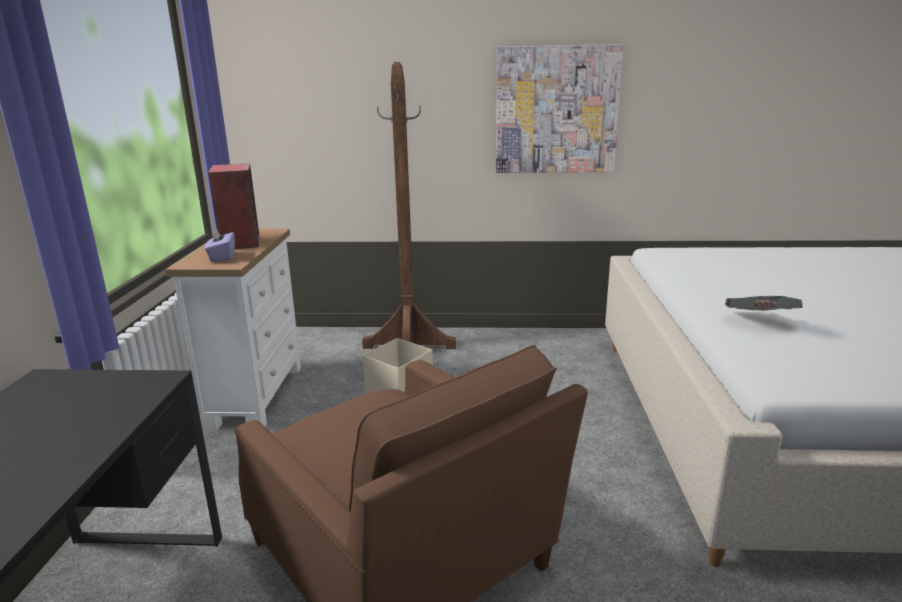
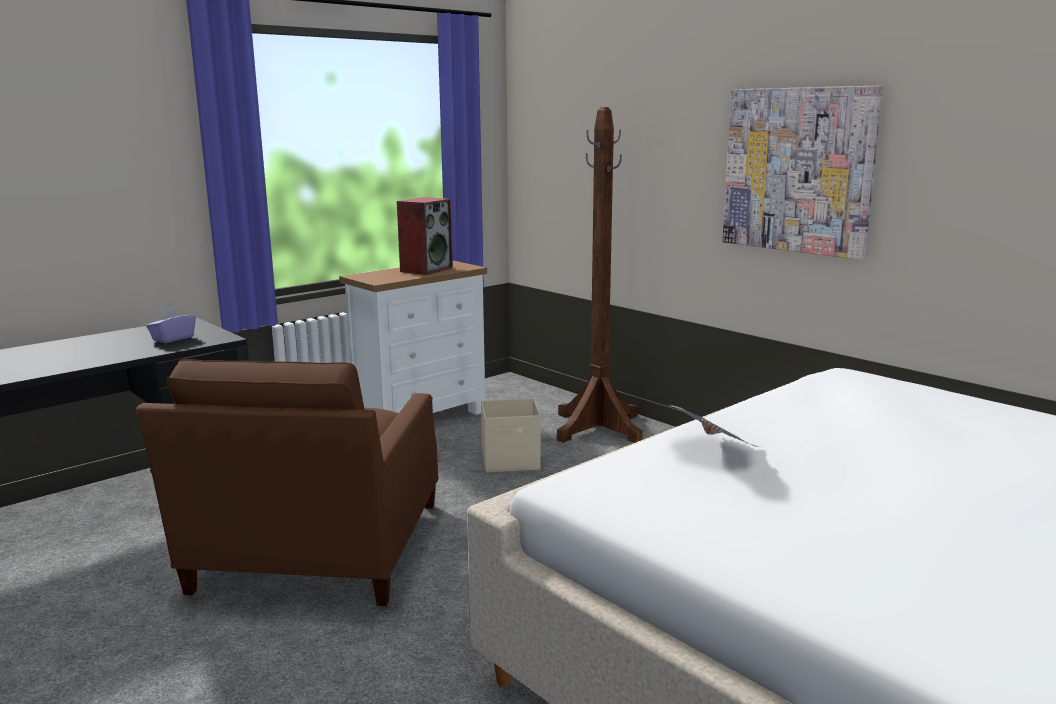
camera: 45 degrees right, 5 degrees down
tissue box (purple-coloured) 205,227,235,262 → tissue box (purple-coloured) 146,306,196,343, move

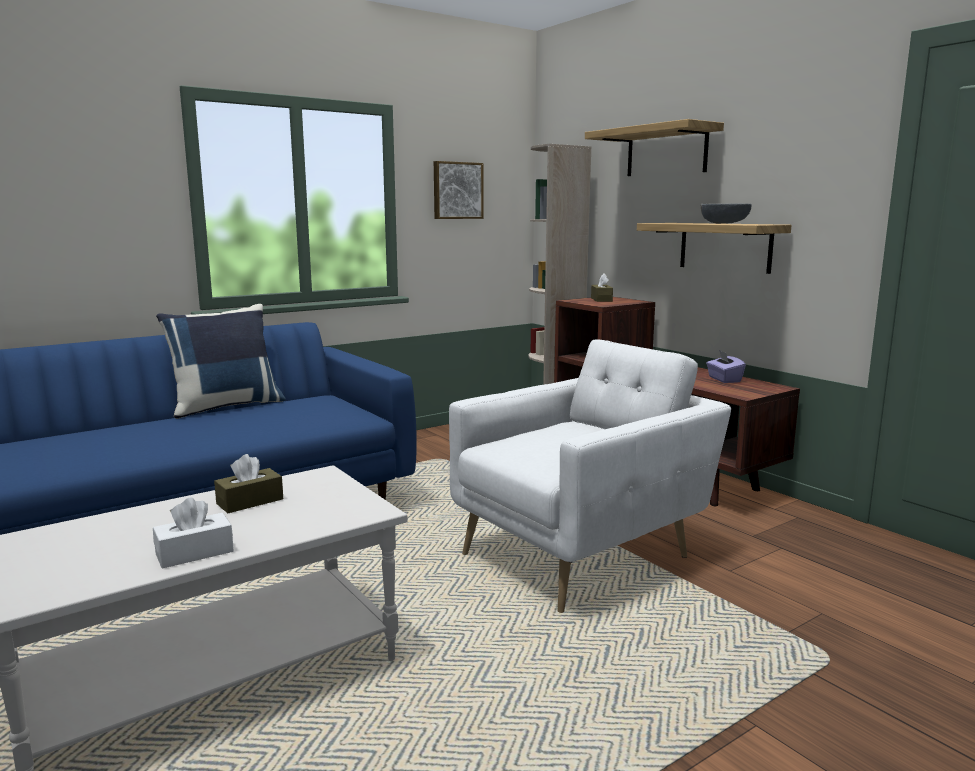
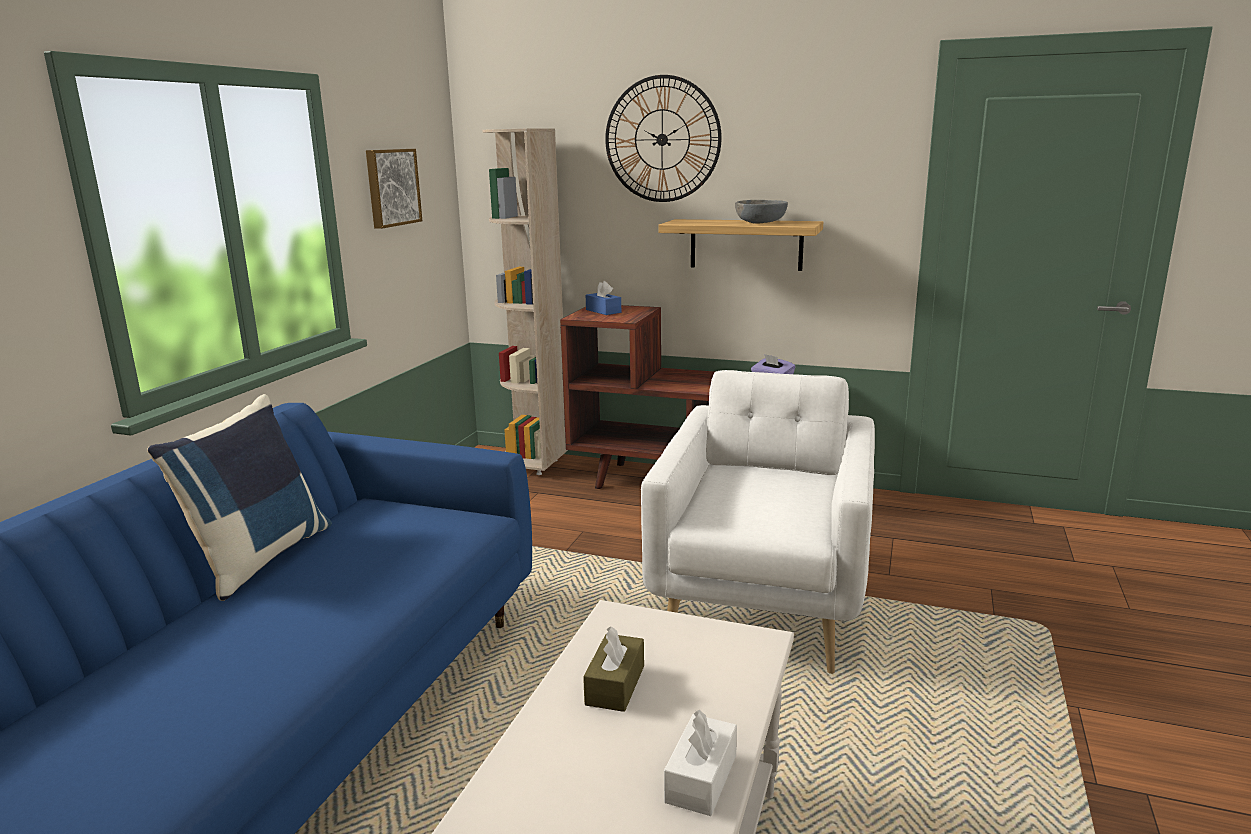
camera: 35 degrees left, 5 degrees up
shelf 585,119,724,176 → hanging clock 605,75,722,202
tissue box (brownish) 591,273,613,302 → tissue box (bluish) 586,281,621,315

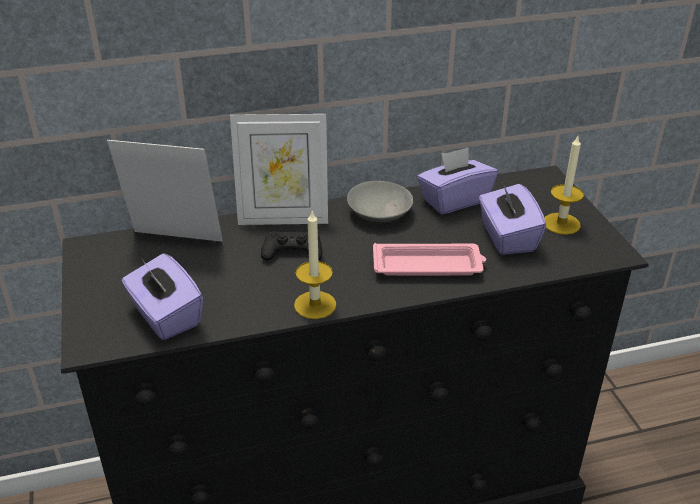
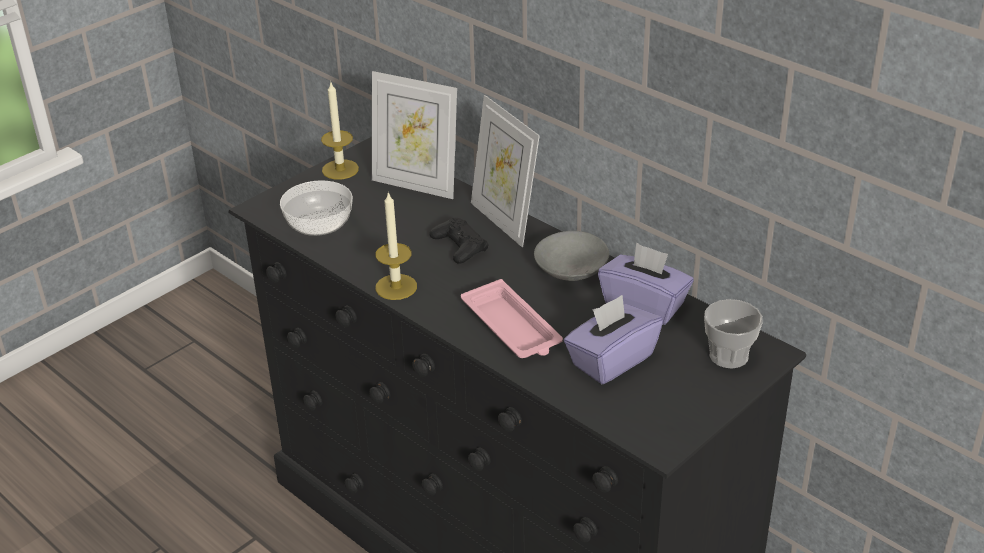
camera: 60 degrees right, 0 degrees up
- → cup 704,299,763,368
candle 544,136,584,235 → candle 321,82,359,180, move
tissue box (purple-coloured) 122,253,203,340 → deep dish 280,180,353,236
photo frame 107,140,223,242 → photo frame 372,71,457,199, 135 degrees clockwise

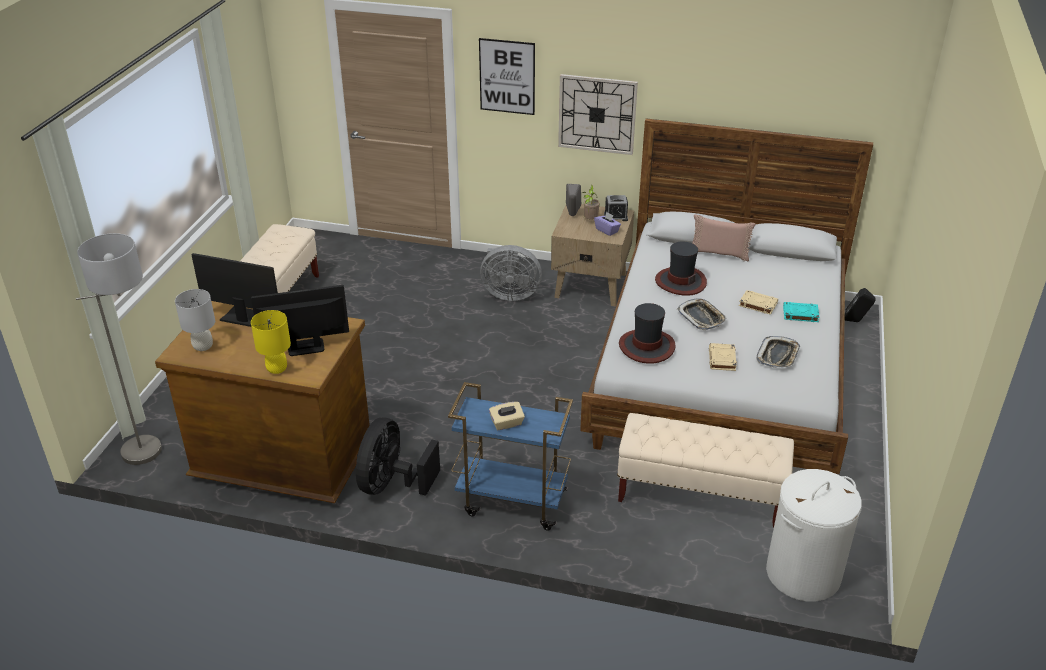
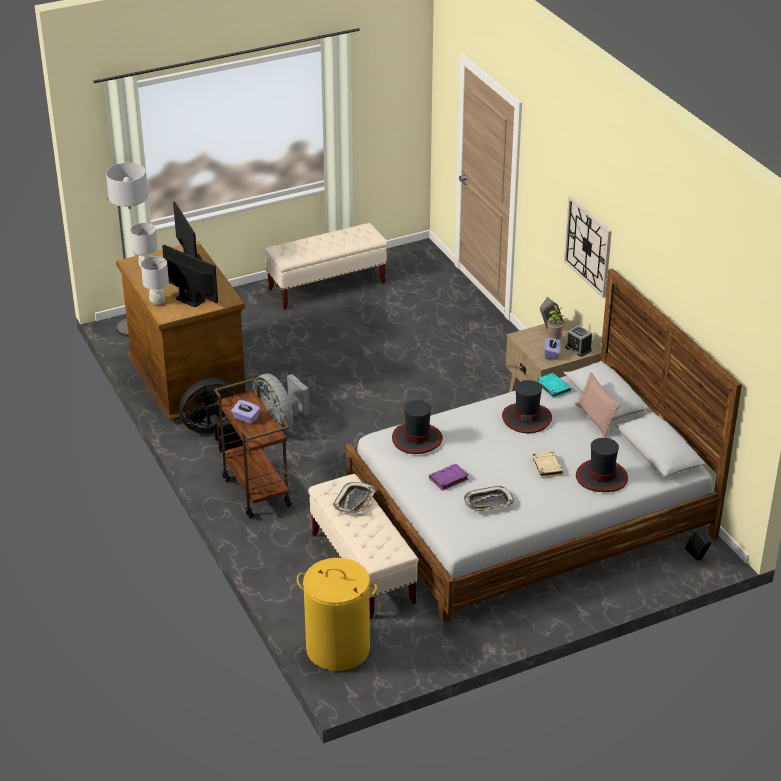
camera: 50 degrees right, 0 degrees up
wall art 479,38,535,115 → -
- → wearable hat 576,438,628,492
cooling fan (grey) 480,245,542,301 → cooling fan (grey) 253,374,309,432, move
serving tray 677,298,727,330 → serving tray 334,482,376,513, move
volume (blue-green) 783,302,820,322 → volume (blue-green) 536,373,571,398, move
tabletop lamp (yellowish) 251,310,291,374 → tabletop lamp (grey) 141,257,169,305
cart (bluish) 448,382,573,531 → cart (brownish) 214,378,293,519
tissue box (beige) 489,402,525,430 → tissue box (purple-coloured) 231,400,260,424
volume (beige) 709,343,737,371 → volume (purple-coloured) 429,464,469,491
laundry basket (white) 766,469,862,602 → laundry basket (yellowish) 297,558,377,671

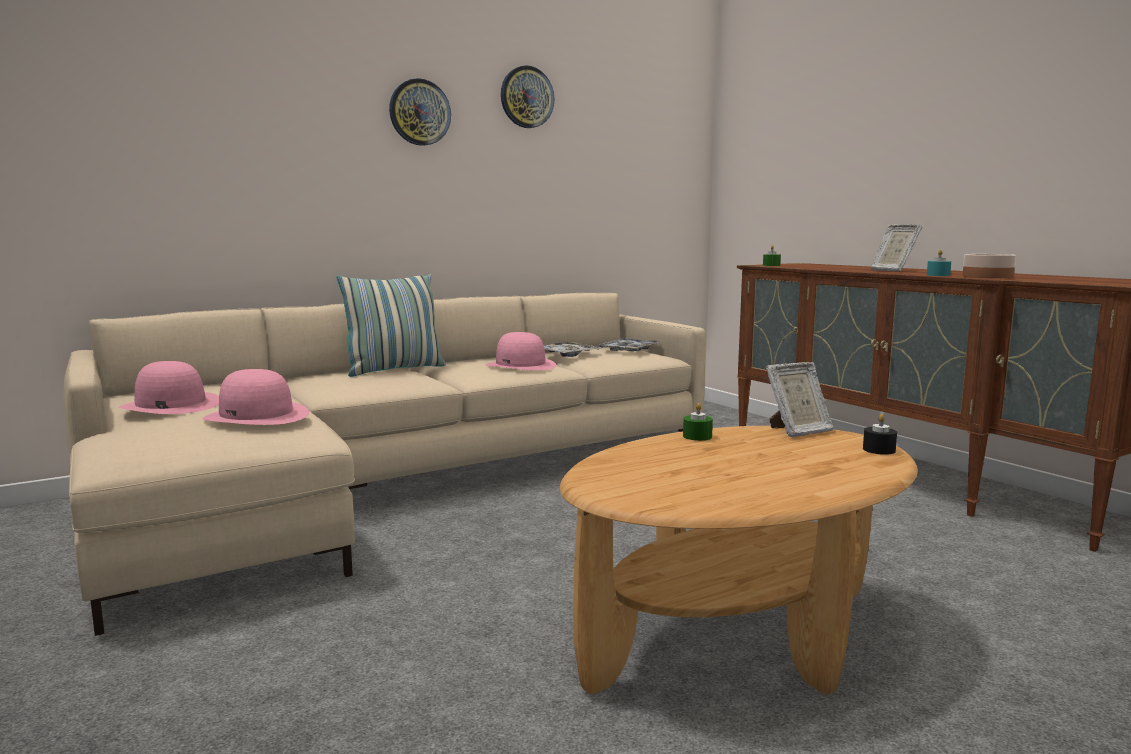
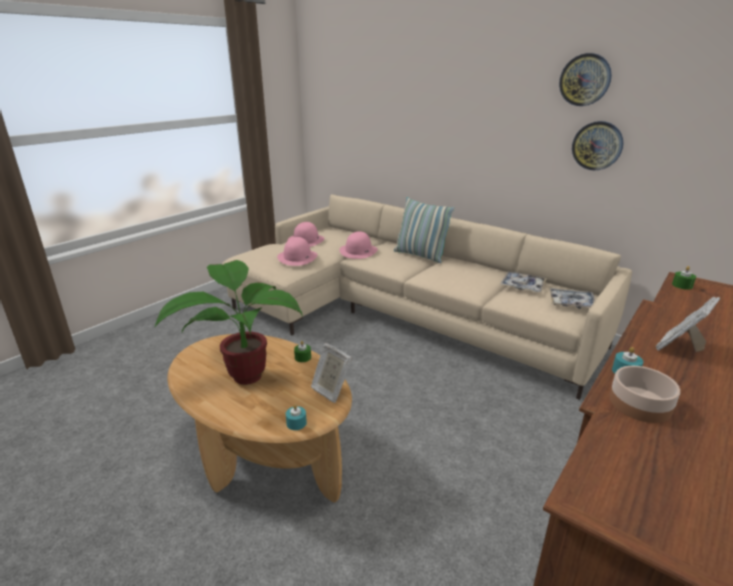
camera: 70 degrees right, 15 degrees up
- → houseplant 155,260,302,385
hanging clock 389,78,451,146 → hanging clock 572,121,623,170, move
wearable hat (pink-coloured) 485,332,557,371 → wearable hat (pink-coloured) 339,231,378,259, move
candle (black) 863,414,897,455 → candle (blue-green) 286,404,307,430

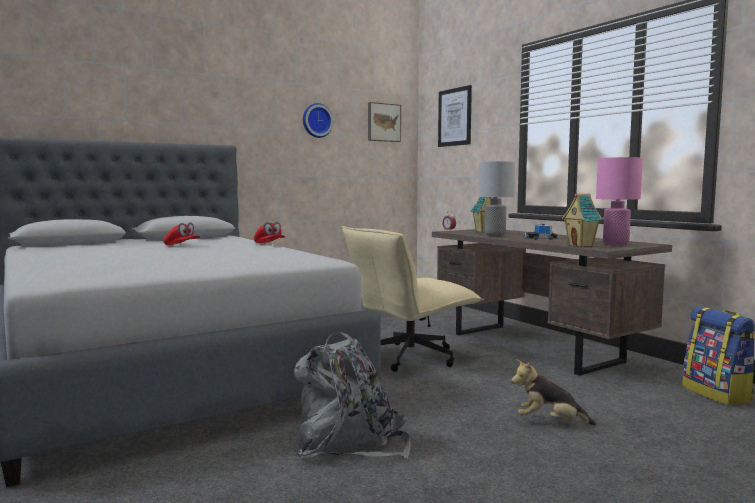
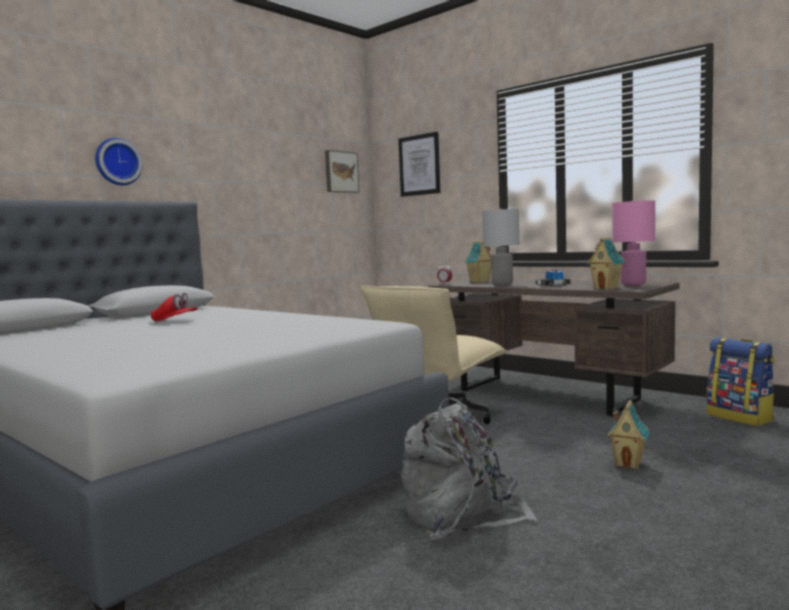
camera: 15 degrees left, 0 degrees up
baseball cap (red) 254,222,285,243 → -
hanging clock 303,103,333,138 → hanging clock 95,138,142,185, move
plush toy 511,359,596,425 → miniature house 607,400,650,469

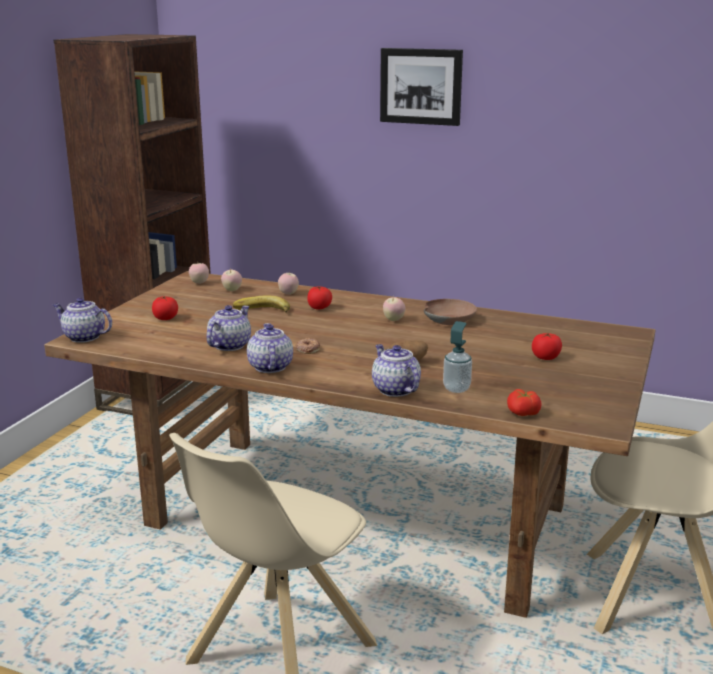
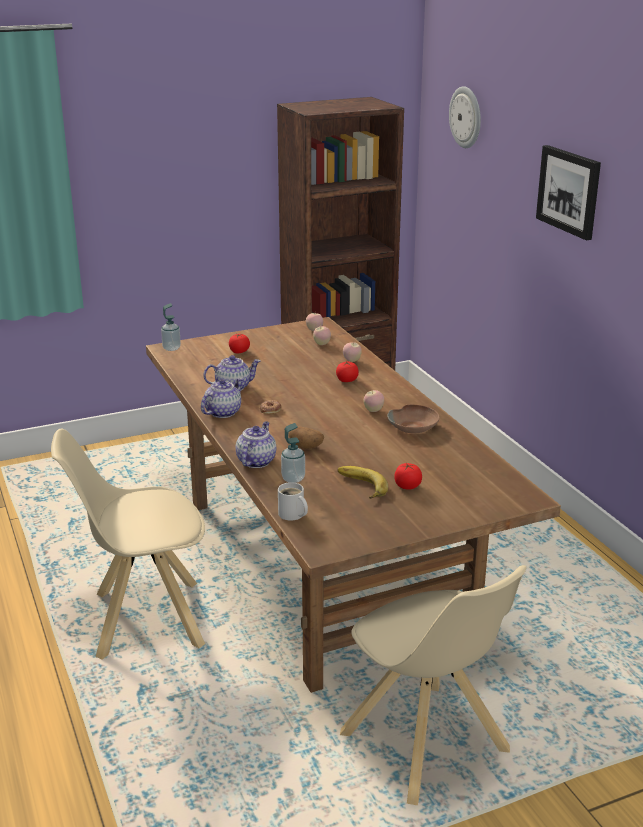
camera: 45 degrees right, 5 degrees up
- → hanging clock 449,86,481,148
banana fruit 233,295,290,313 → banana fruit 337,466,388,499, move
tea pot 53,298,112,343 → soap bottle 161,303,181,351
tomato 507,389,542,416 → mug (white) 278,482,308,521

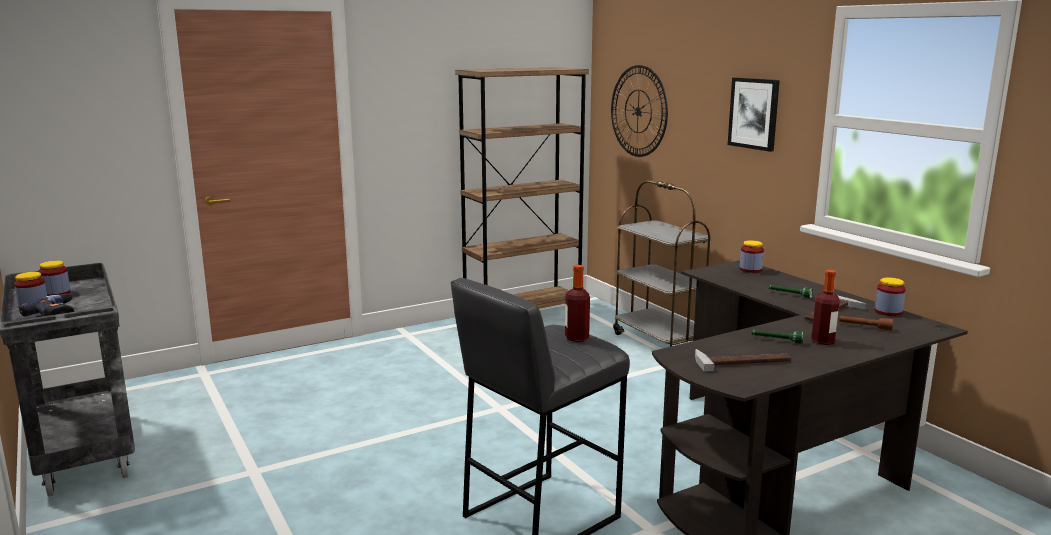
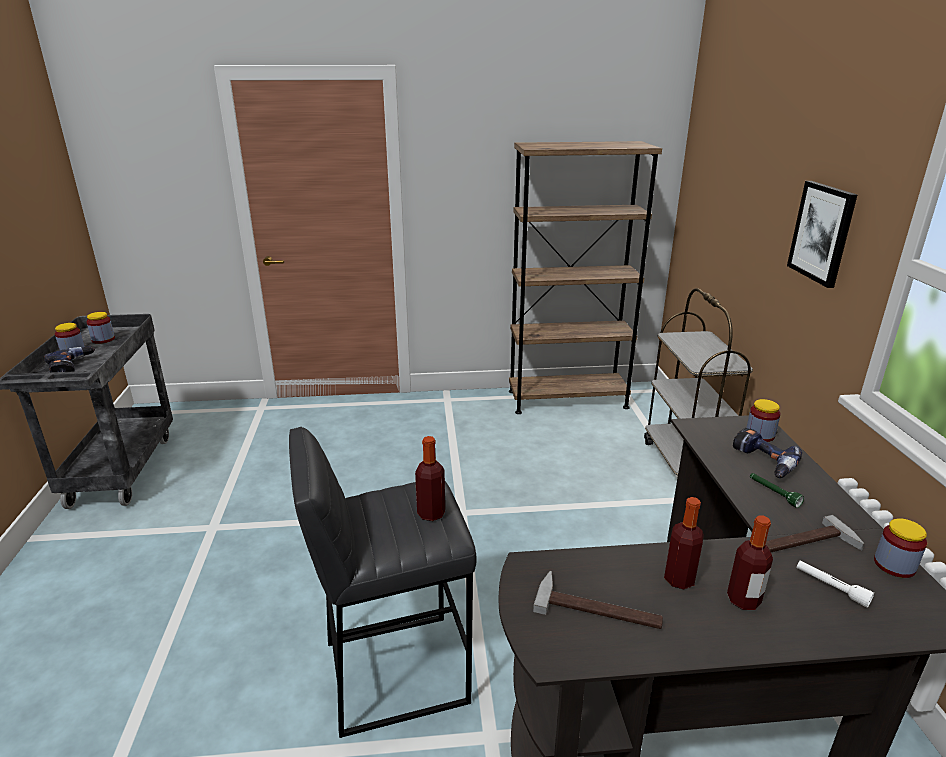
camera: 25 degrees right, 10 degrees up
hanging clock 611,65,668,157 → -
- → power drill 733,428,802,478
torch (greenish) 752,330,804,344 → beverage bottle 664,497,704,589
torch (brownish) 839,316,893,331 → torch (white) 797,561,874,608

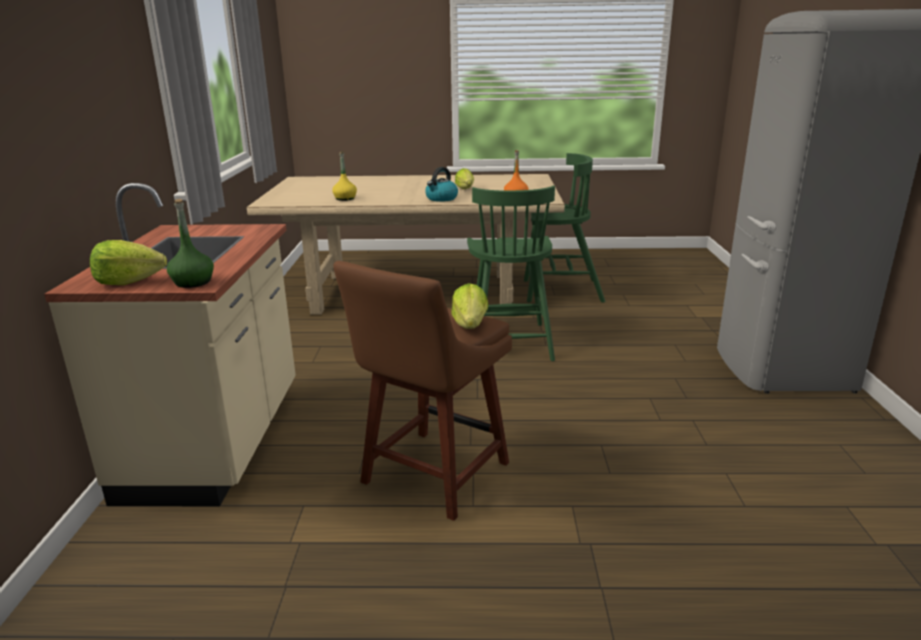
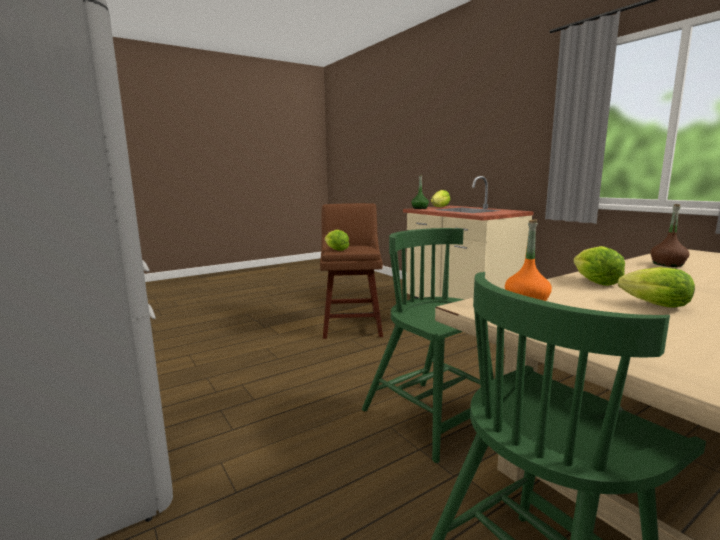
camera: 145 degrees right, 10 degrees down
kettle 425,167,458,202 → lettuce 573,246,625,286
beverage bottle (yellowish) 332,152,357,201 → beverage bottle (brownish) 650,204,689,267

